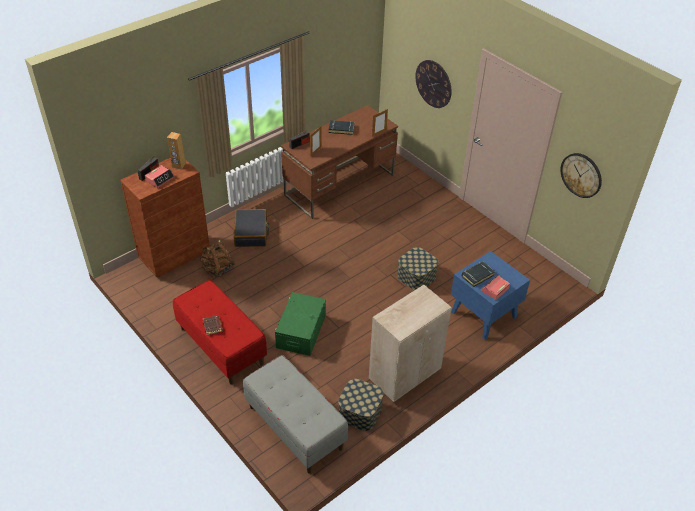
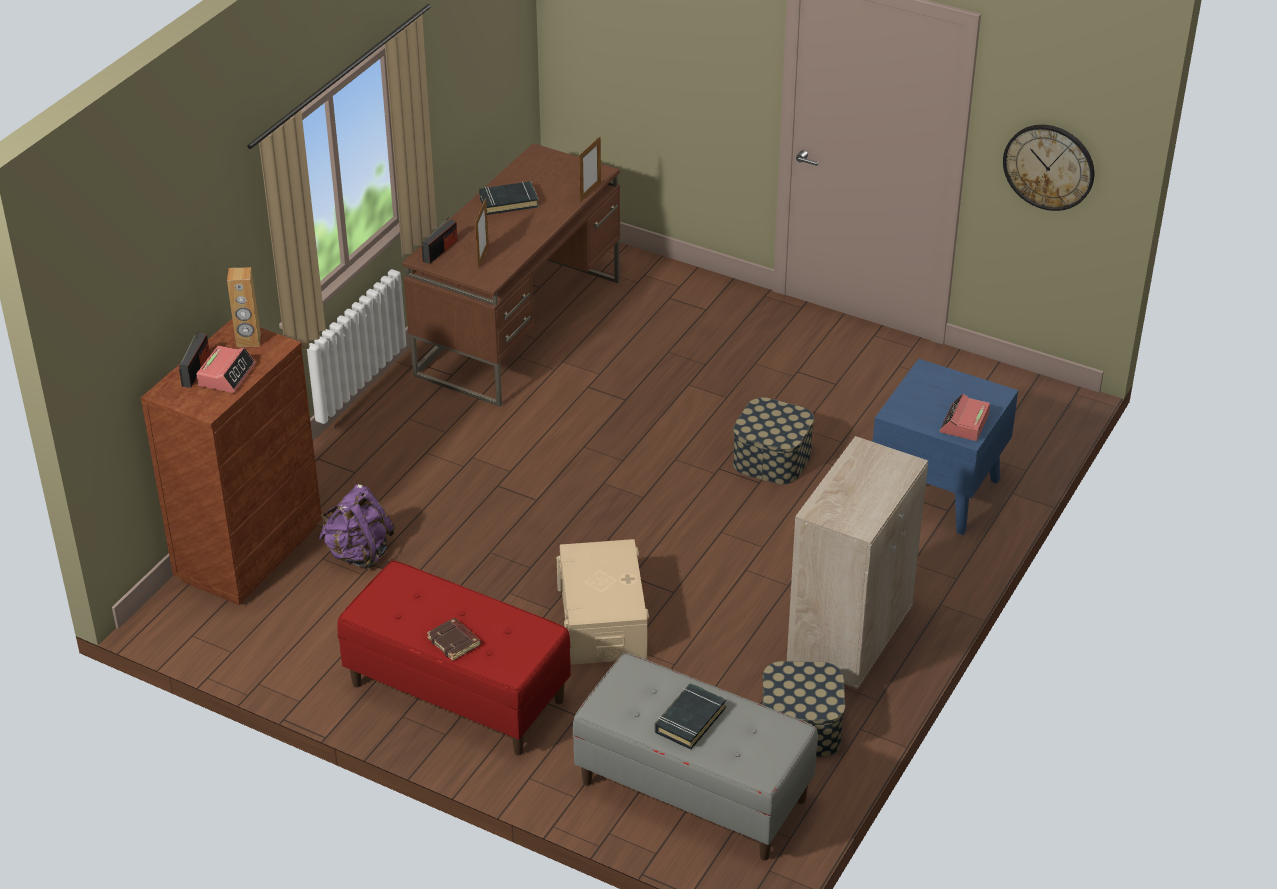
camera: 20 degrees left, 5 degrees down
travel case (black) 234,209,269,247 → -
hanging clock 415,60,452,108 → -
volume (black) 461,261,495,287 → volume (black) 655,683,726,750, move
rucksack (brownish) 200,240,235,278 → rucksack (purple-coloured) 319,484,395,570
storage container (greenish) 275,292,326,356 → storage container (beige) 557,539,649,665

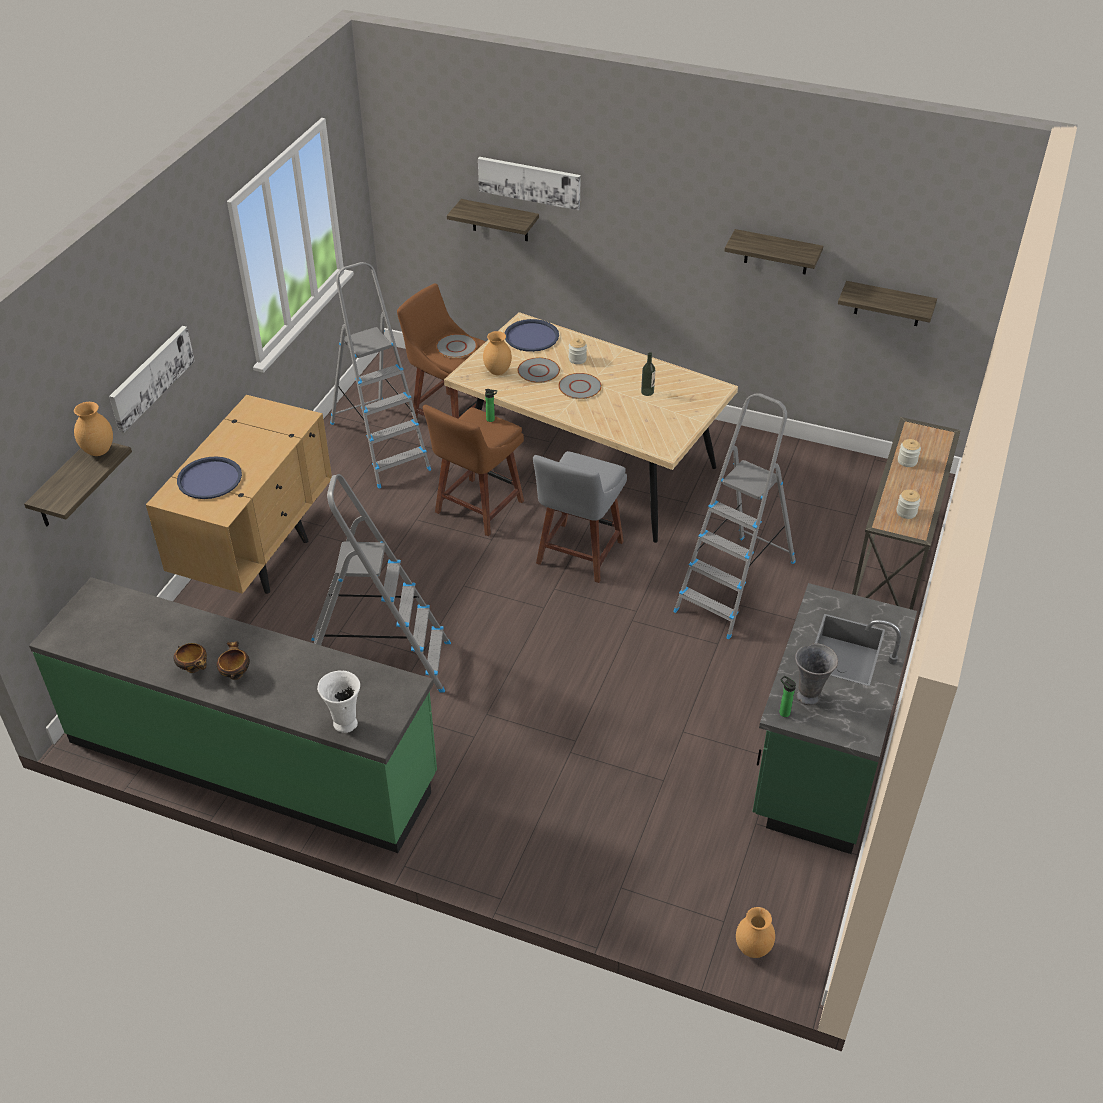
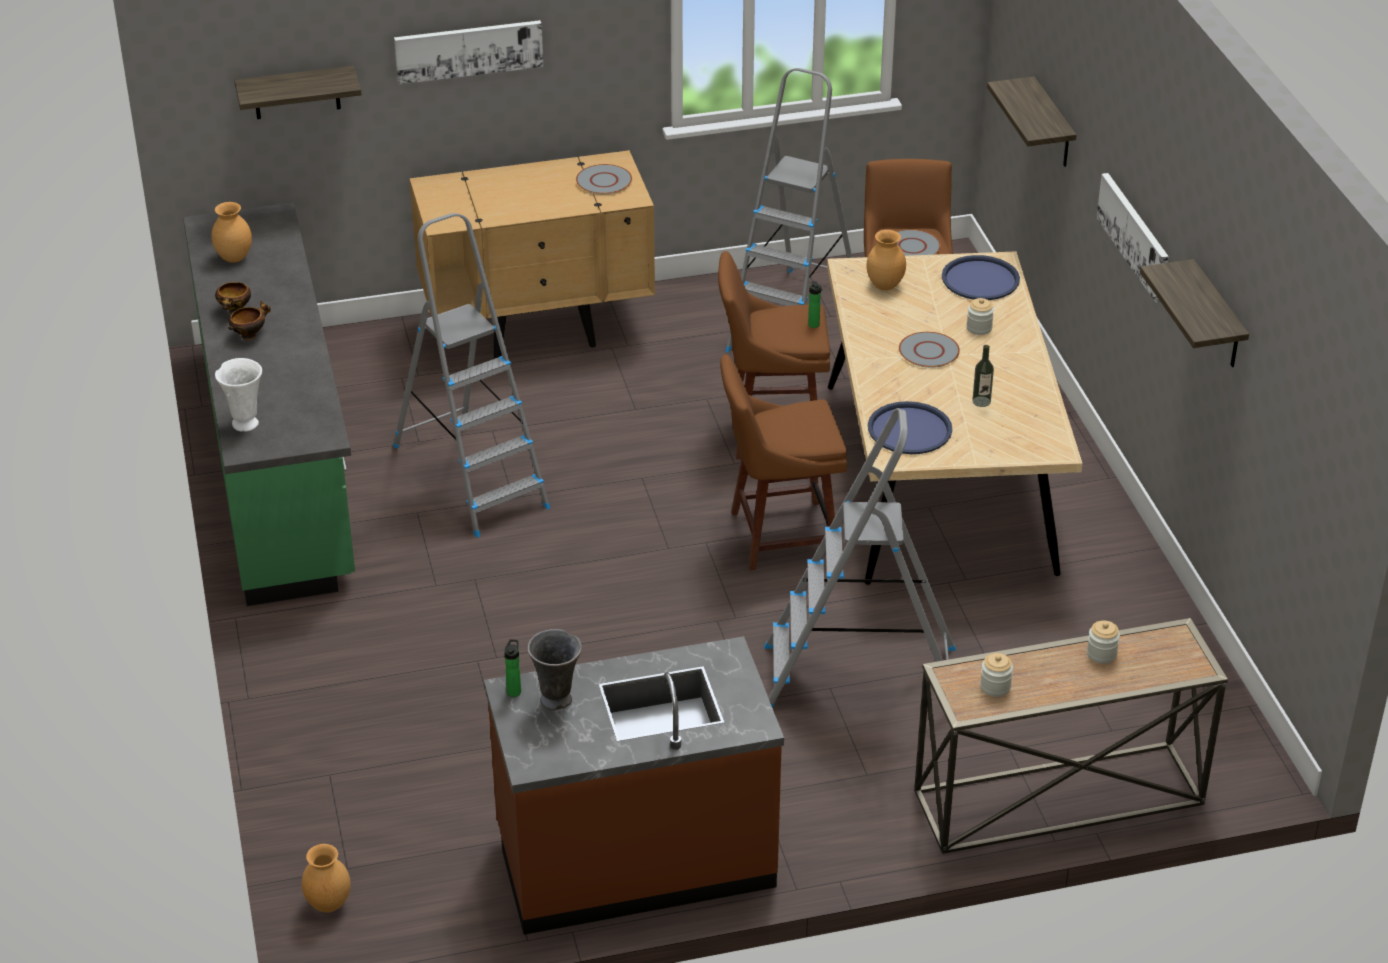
camera: 55 degrees right, 5 degrees down
shelf 838,281,937,326 → -
flower vase (brownish) 74,402,113,456 → flower vase (brownish) 211,202,252,263, move
serving tray (bluish) 177,457,242,499 → serving tray (bluish) 868,401,952,454, move
wall art 478,157,581,210 → wall art 1096,173,1169,303, move
dinner plate (grey) 518,357,560,383 → dinner plate (grey) 576,164,632,195, move
stool seat (grey) 533,451,627,583 → stool seat (brownish) 720,354,847,570
kitchen base unit (greenish) 753,583,917,854 → kitchen base unit (brownish) 484,636,784,935

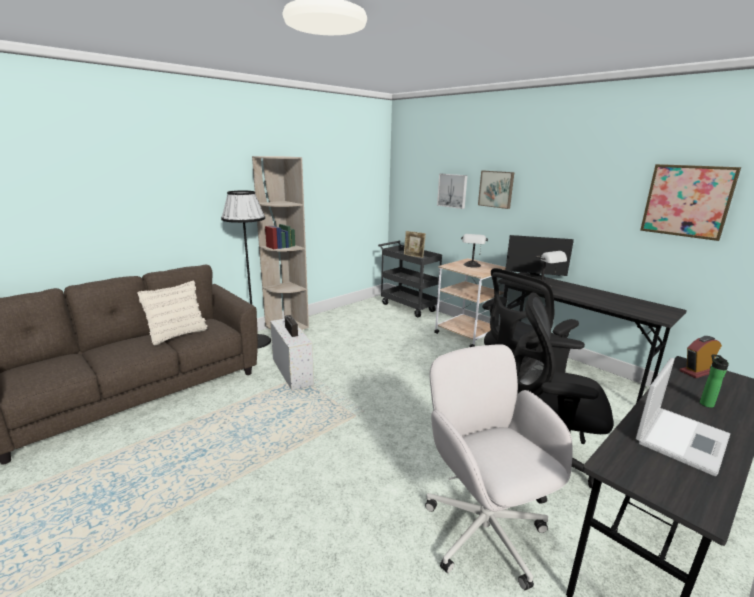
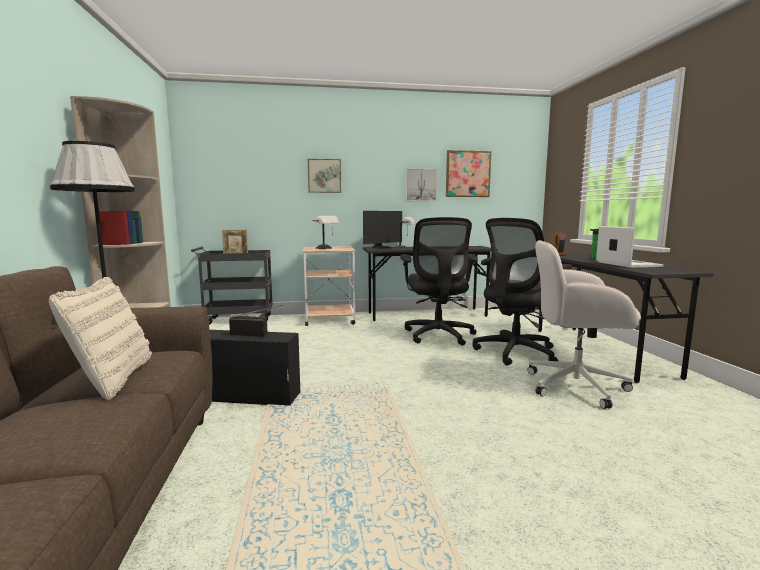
camera: 55 degrees left, 10 degrees down
wall art 437,174,468,209 → wall art 405,169,437,201, move
storage container (white) 270,319,314,390 → storage container (black) 210,330,300,405

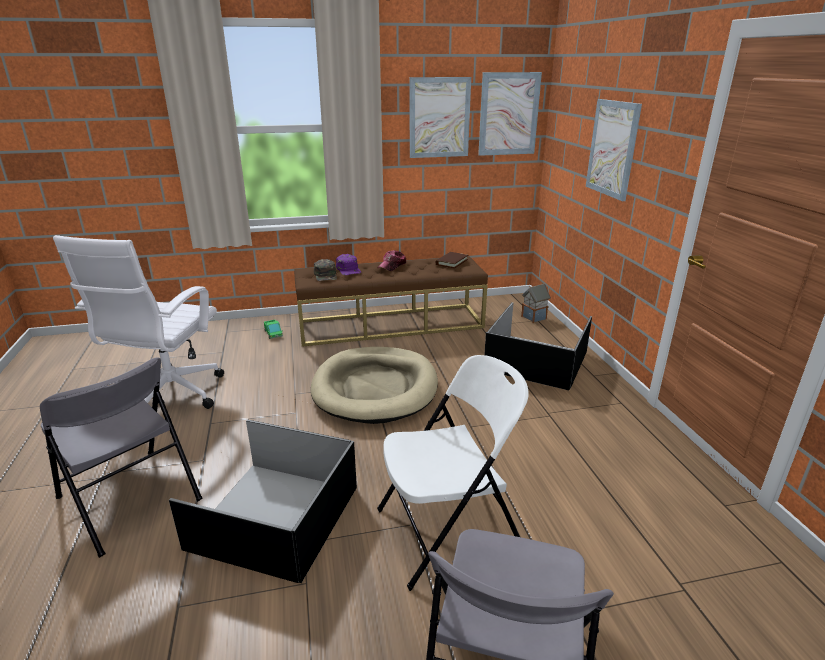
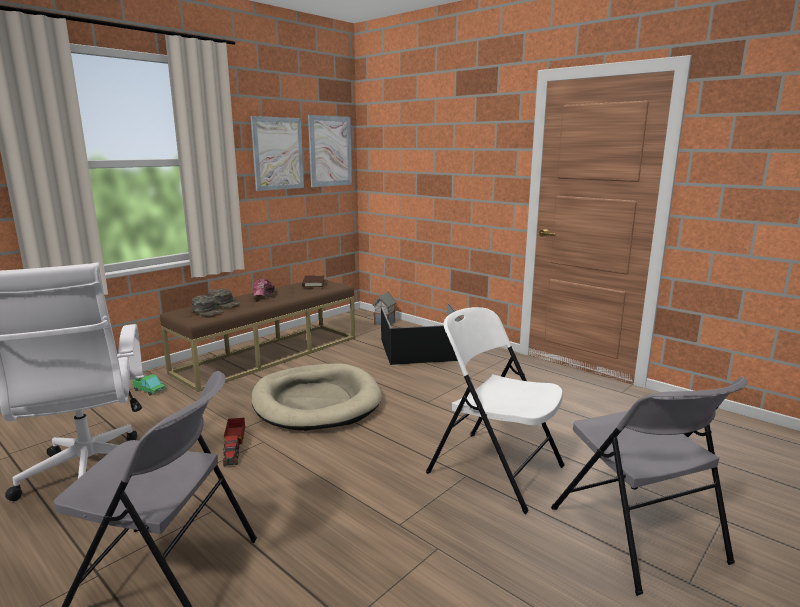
camera: 35 degrees left, 10 degrees down
storage container (black) 169,419,357,583 → -
wall art 586,99,642,201 → -
- → toy lorry 223,418,245,466
baseball cap (purple-coloured) 336,254,361,275 → baseball cap (greenish) 208,289,242,308
upright chair (white) 377,355,529,591 → upright chair (white) 426,307,565,514, 90 degrees counterclockwise

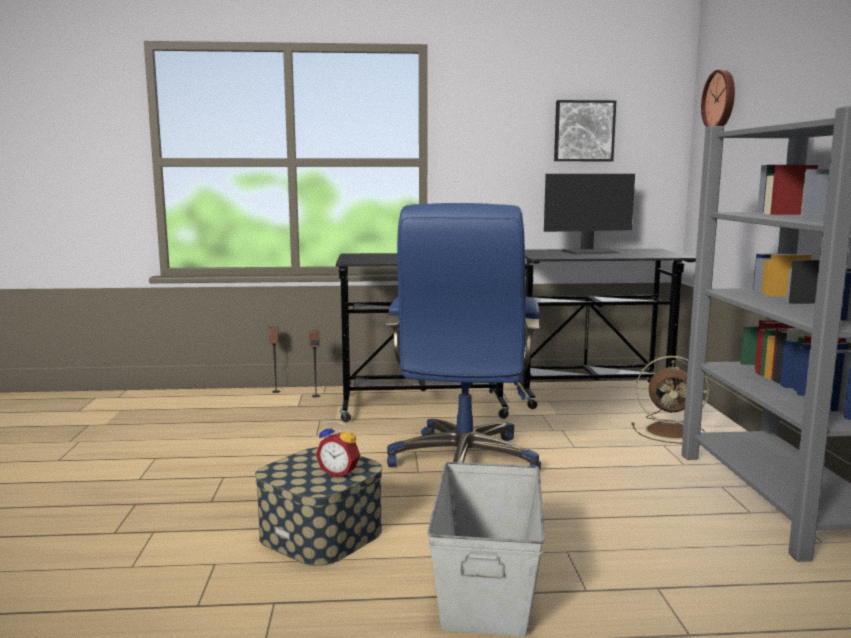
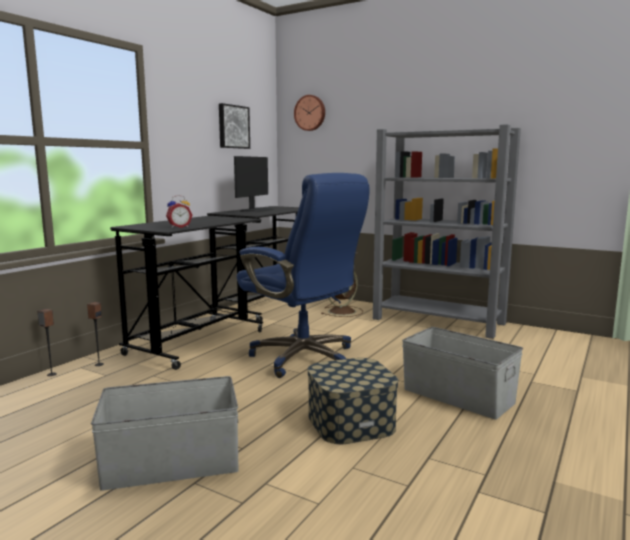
camera: 55 degrees left, 0 degrees up
- → storage container (grey) 91,376,239,491
table clock 315,421,360,477 → table clock 166,195,192,228, move

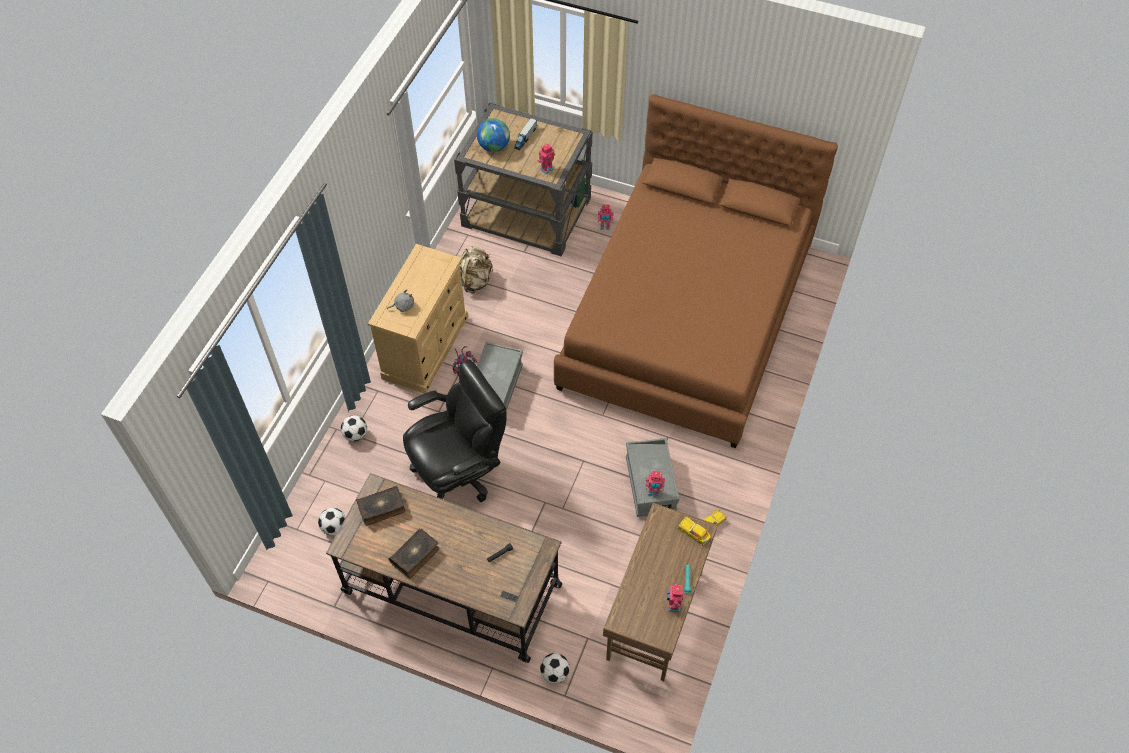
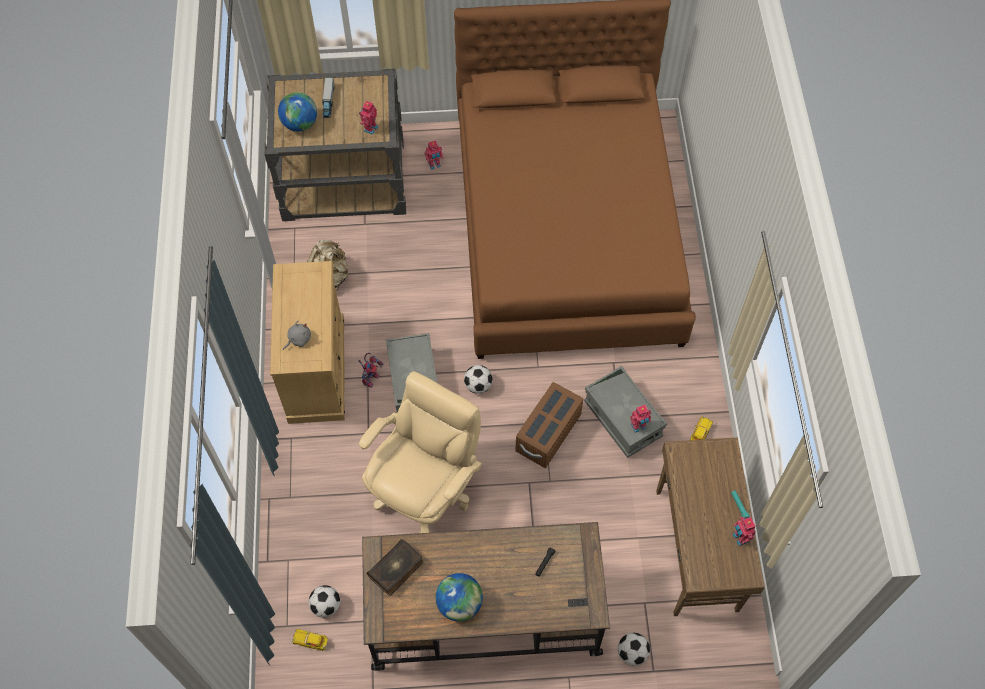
camera: 25 degrees left, 5 degrees up
- → storage container (brownish) 515,382,583,468
football 341,415,367,442 → football 464,365,493,394, move
toy car 678,517,710,545 → toy car 292,629,328,651, move
volume 389,528,440,578 → desk globe 436,573,483,621
desk chair (black) 403,360,507,502 → desk chair (beige) 359,371,482,533

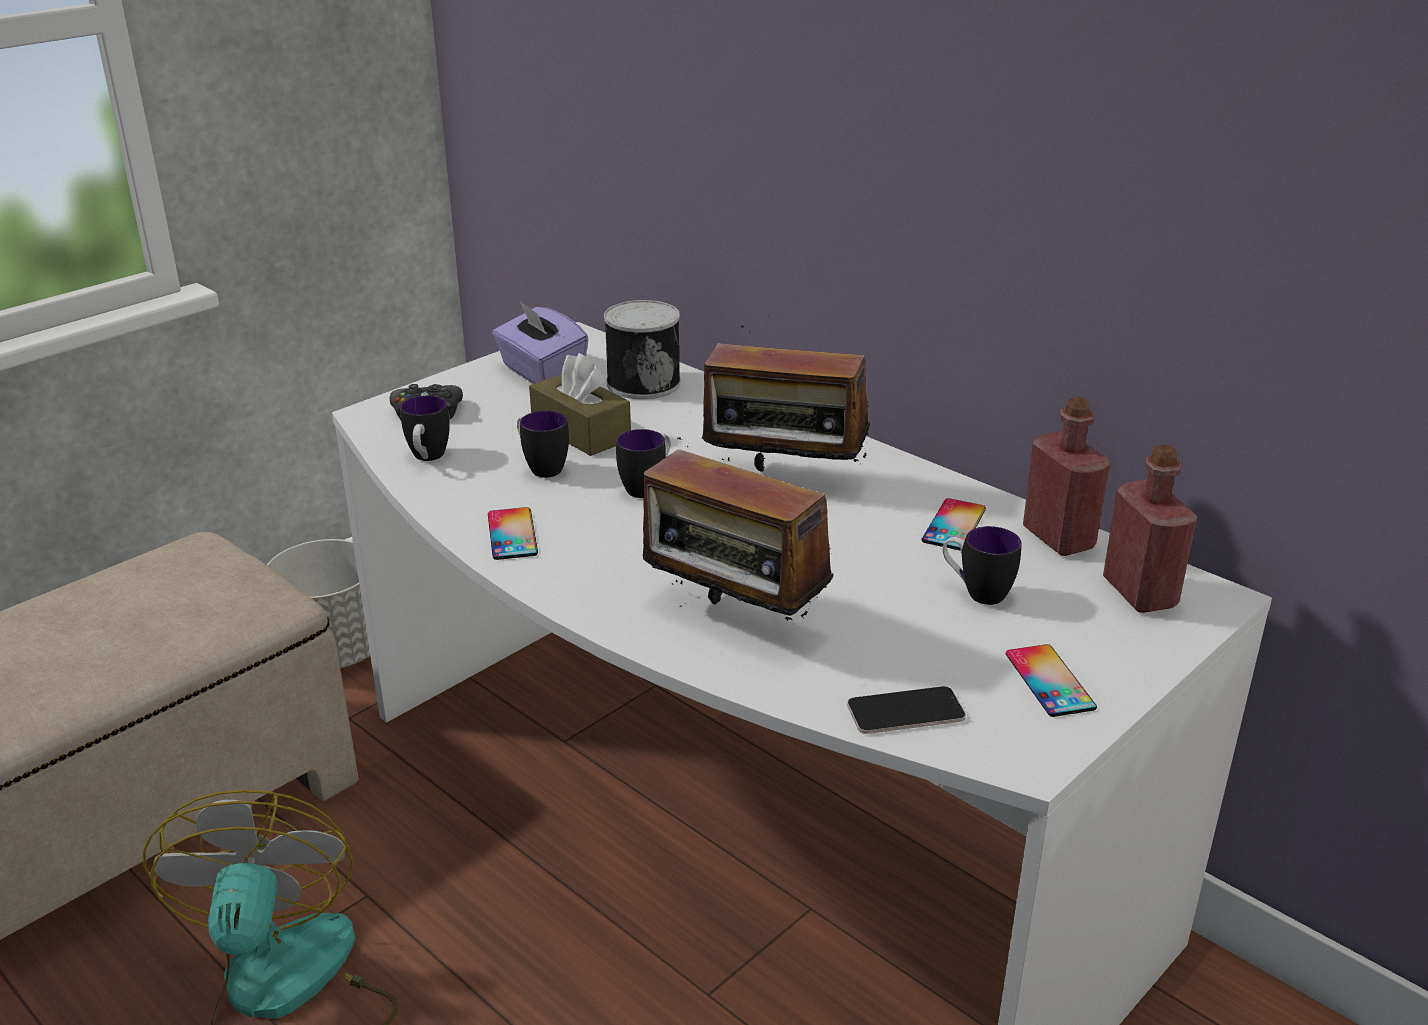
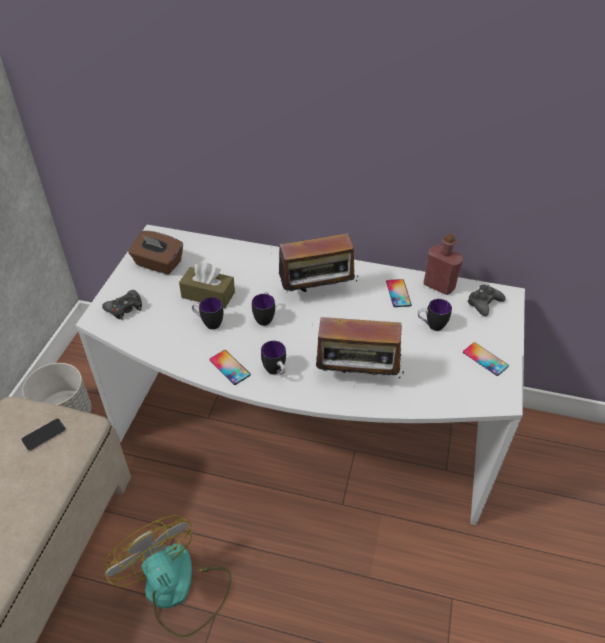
camera: 30 degrees left, 15 degrees up
can 604,300,681,399 → -
mug 400,396,450,461 → mug 261,341,286,375, move
telephone 847,686,966,734 → telephone 21,418,66,452, move
beverage bottle (red) 1103,444,1197,613 → gamepad (black) 467,284,506,317
tissue box (purple-coloured) 492,300,588,384 → tissue box (brownish) 128,231,183,275

